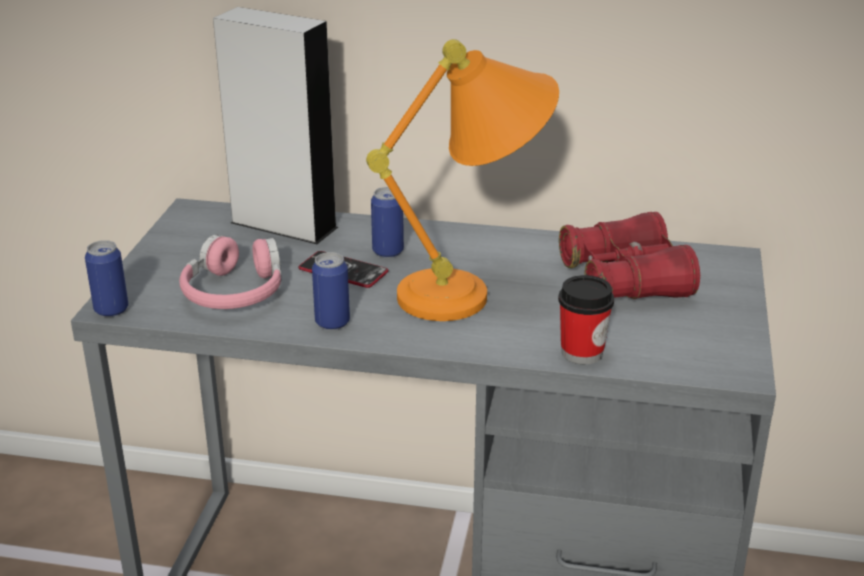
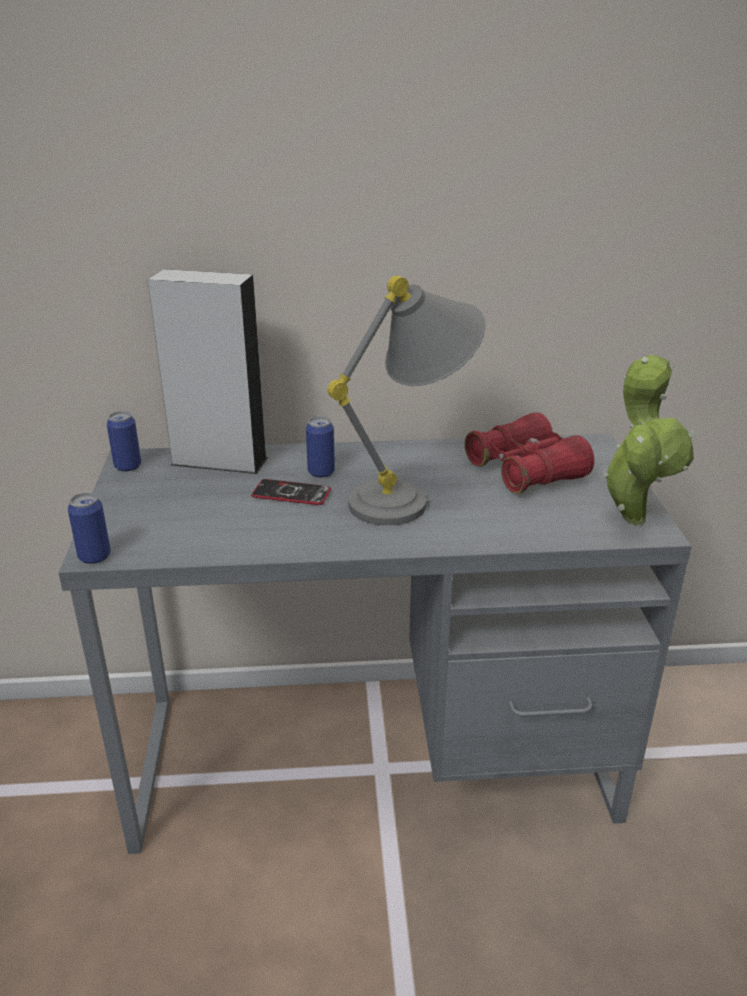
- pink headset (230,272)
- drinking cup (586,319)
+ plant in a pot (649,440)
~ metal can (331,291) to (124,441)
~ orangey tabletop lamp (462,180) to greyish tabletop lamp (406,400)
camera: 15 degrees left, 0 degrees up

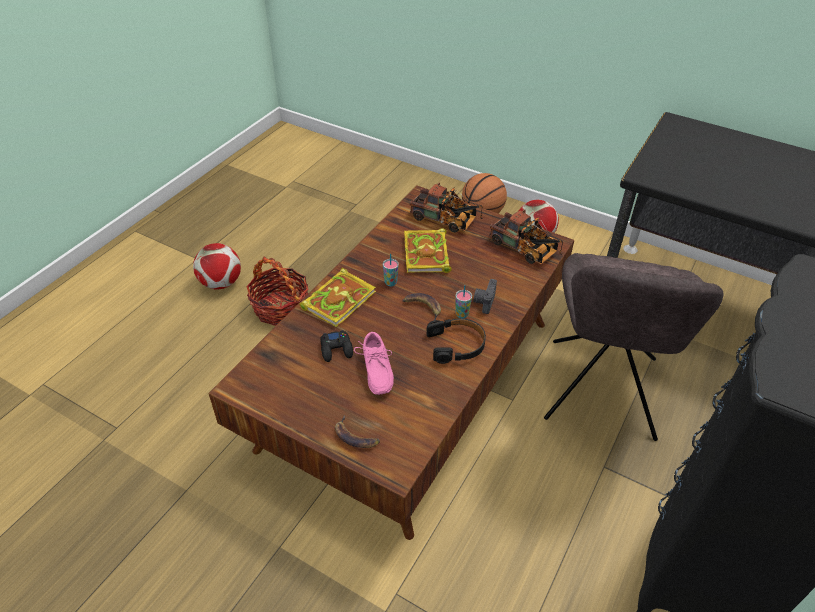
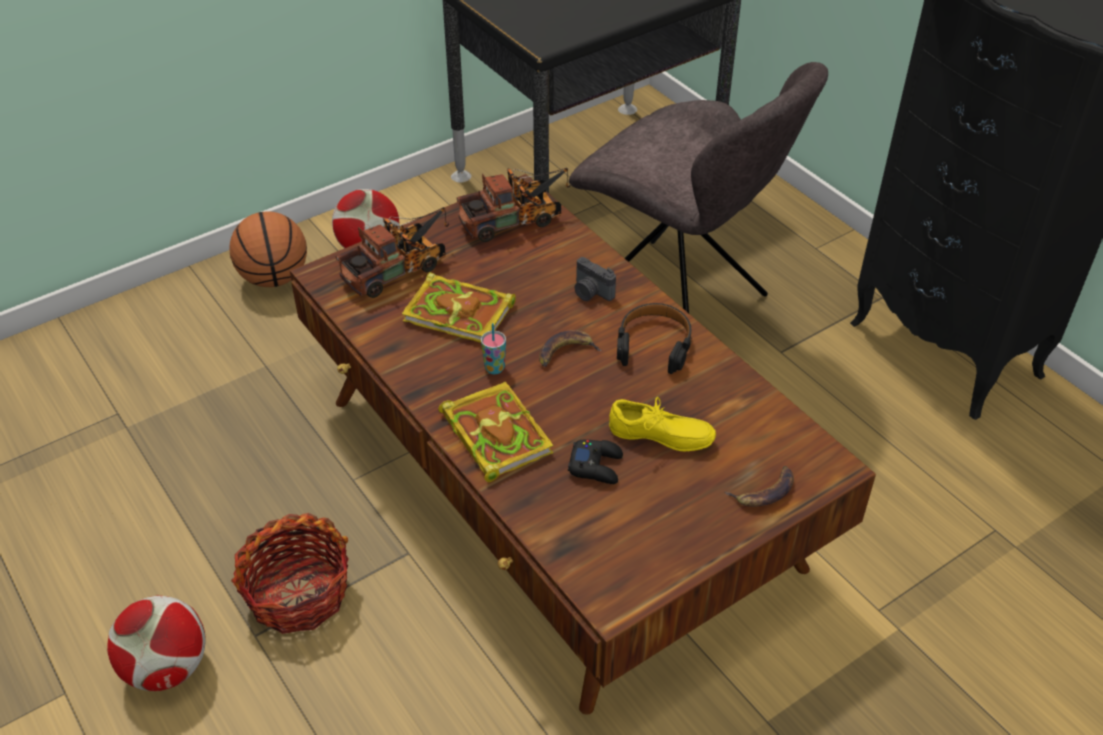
- drinking cup (463,301)
~ pink shoe (374,363) to yellow shoe (662,424)
camera: 65 degrees left, 0 degrees up

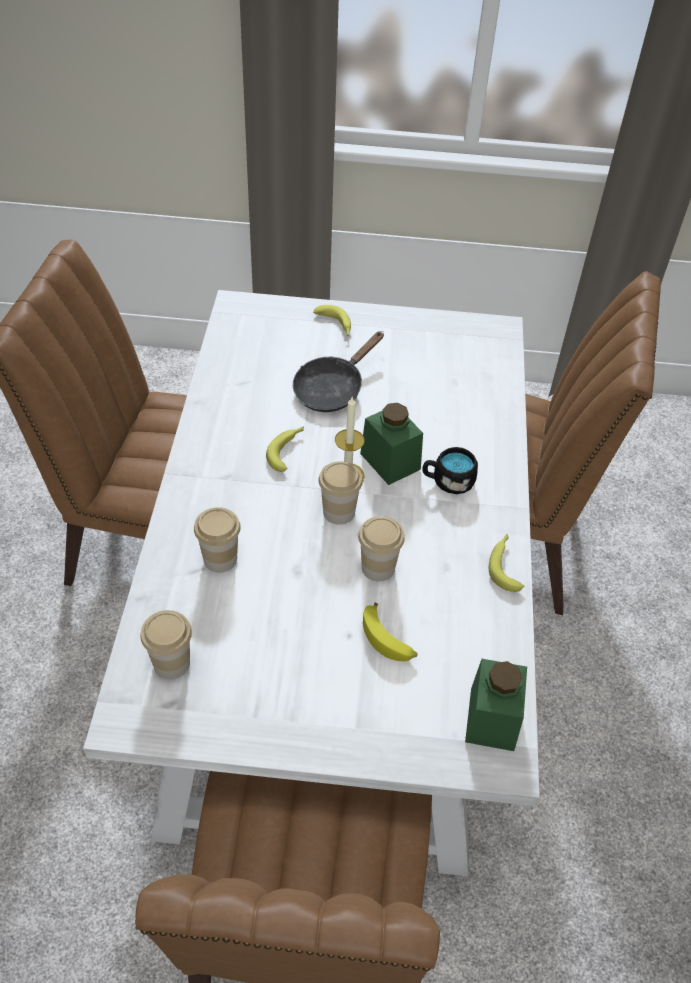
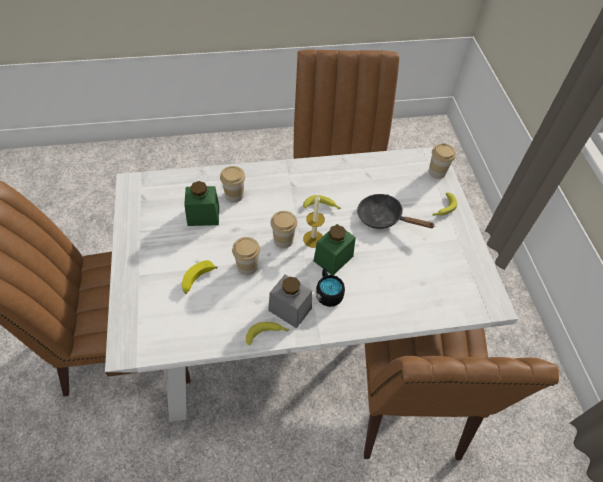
+ greyish preserve jar (290,301)
~ drinking cup (166,644) to (442,161)
~ green preserve jar (496,705) to (201,203)
camera: 75 degrees right, 5 degrees up

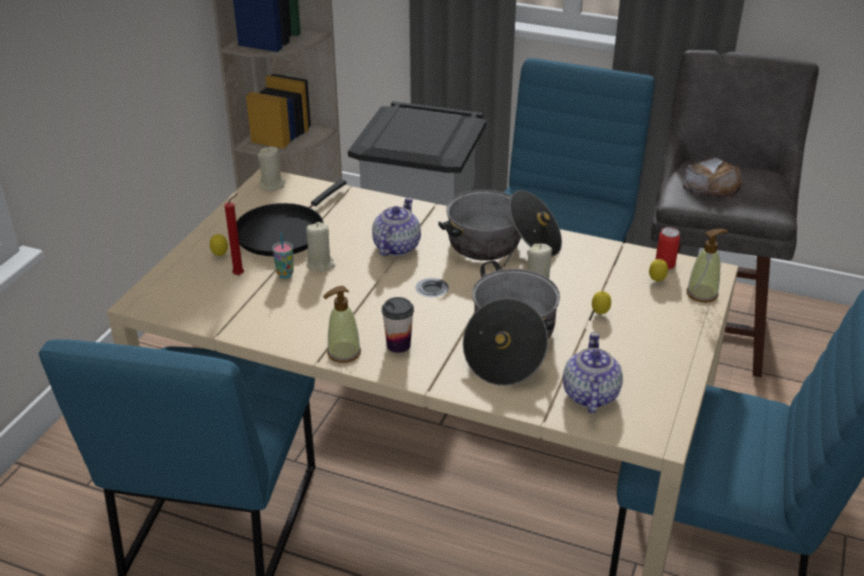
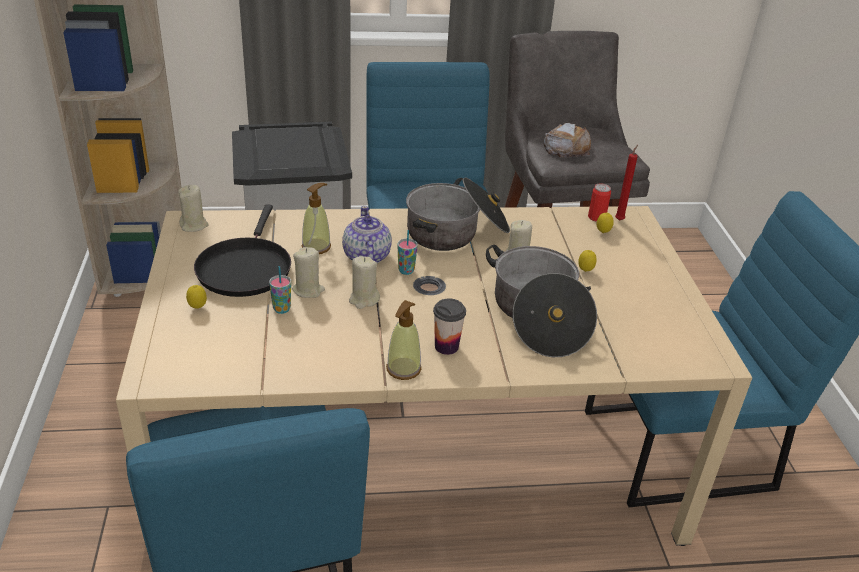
- teapot (593,372)
+ sand-coloured wax light (364,282)
+ drinking cup (407,252)
~ red-coloured wax light (234,234) to (626,183)
~ soap bottle (707,265) to (316,218)
camera: 30 degrees left, 0 degrees up

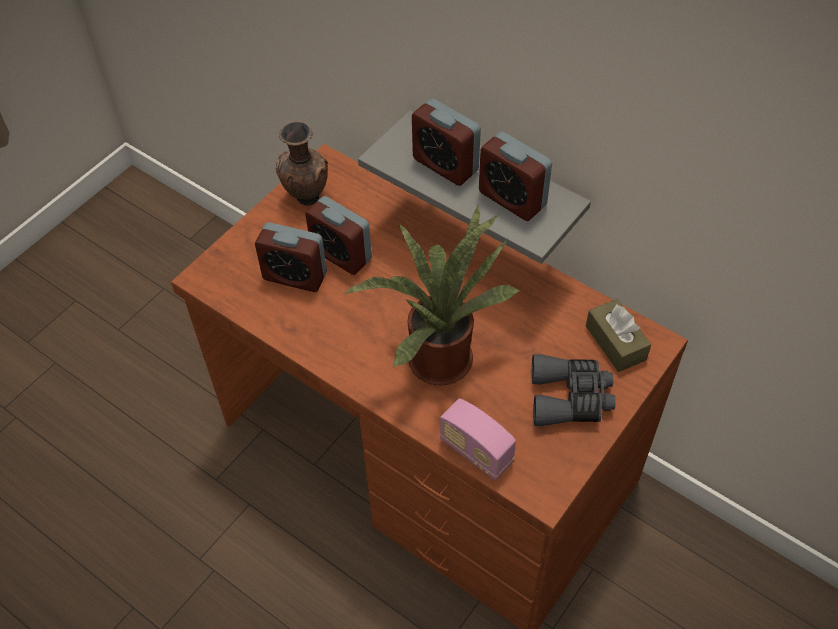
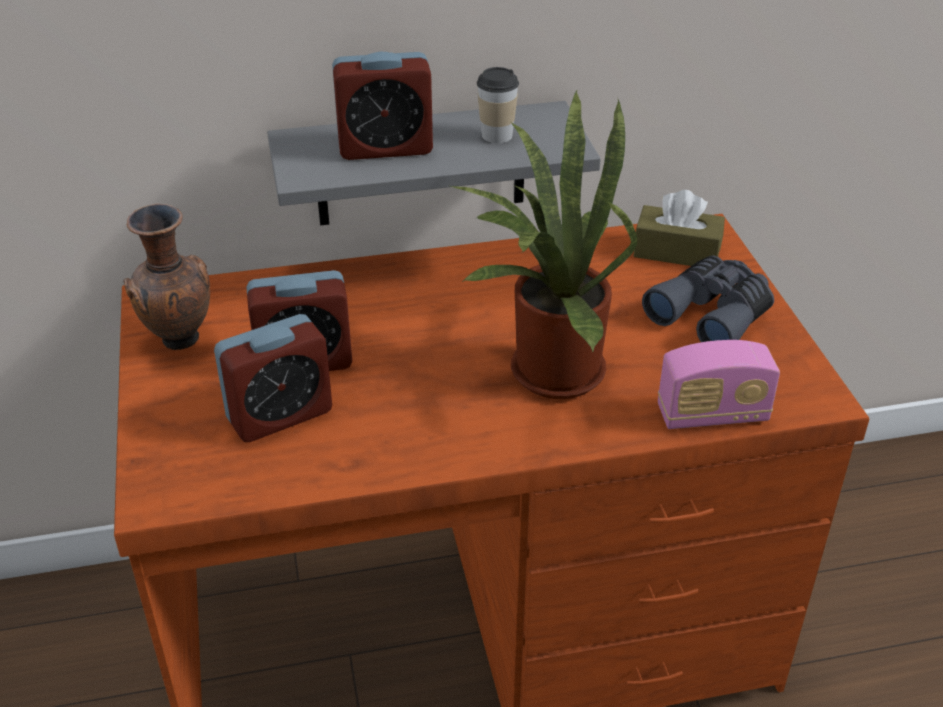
~ bedside clock (515,176) to drinking cup (498,105)
camera: 50 degrees left, 15 degrees down

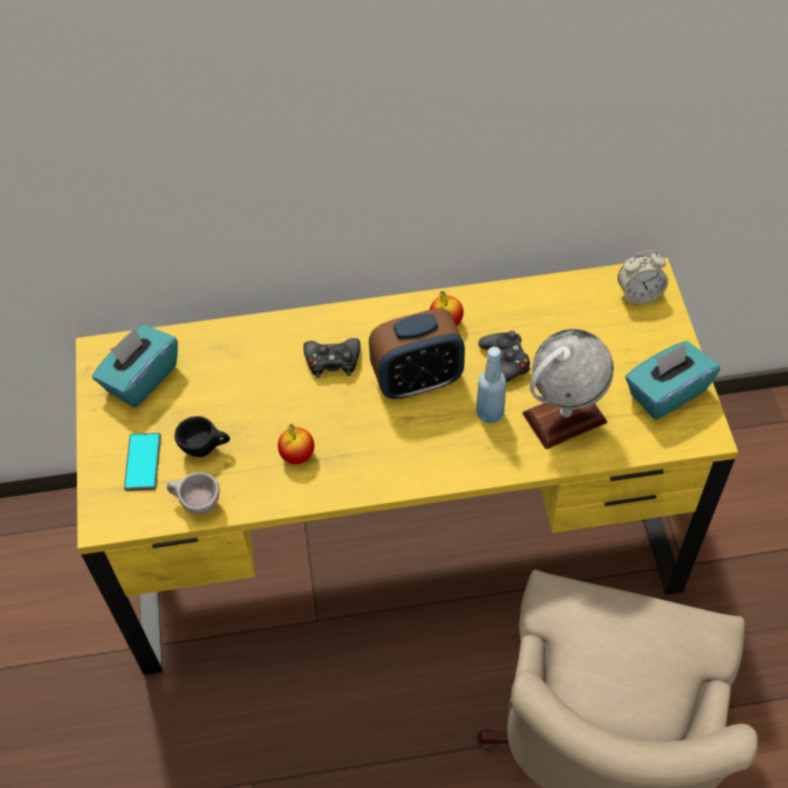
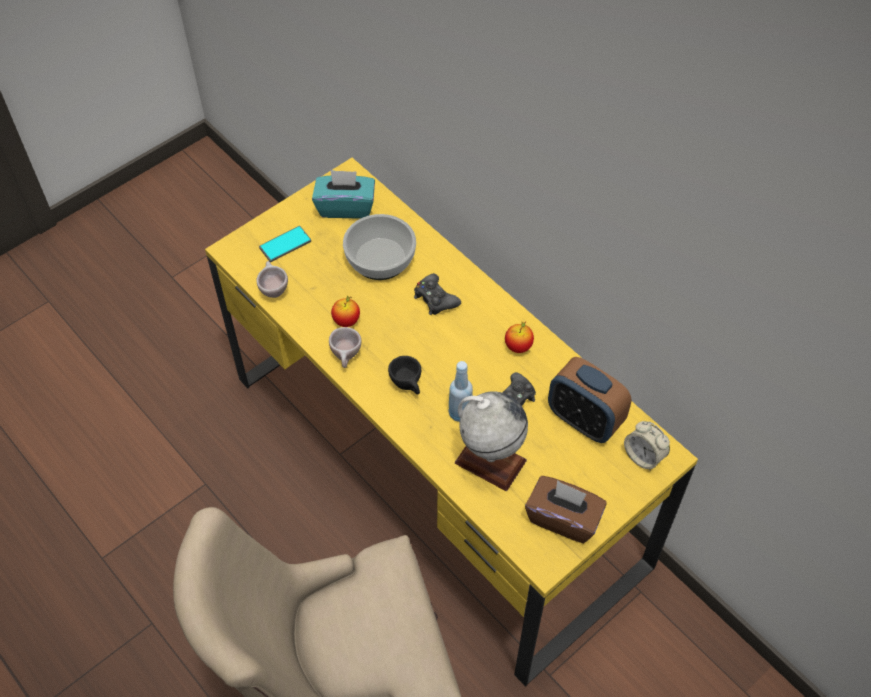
+ sand-coloured drinking cup (345,347)
+ deep dish (379,247)
~ black drinking cup (202,436) to (404,375)
~ bedside clock (417,353) to (590,400)
~ blue-green box of tissues (672,380) to brown-coloured box of tissues (566,509)
camera: 55 degrees right, 0 degrees up

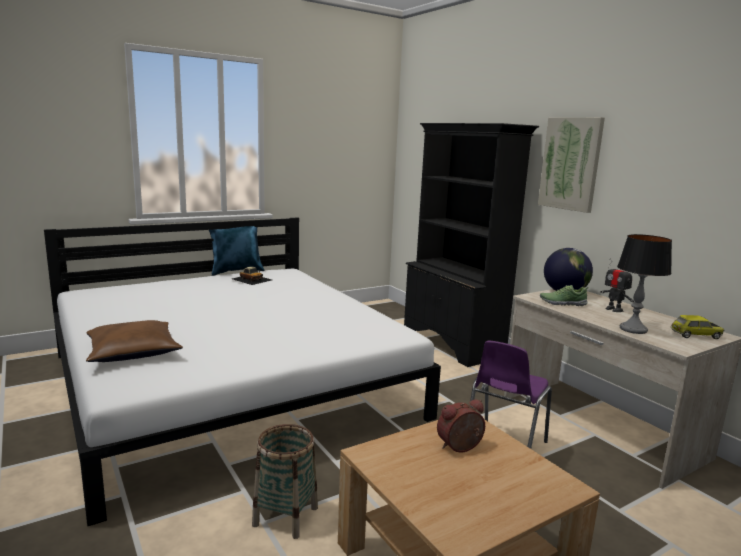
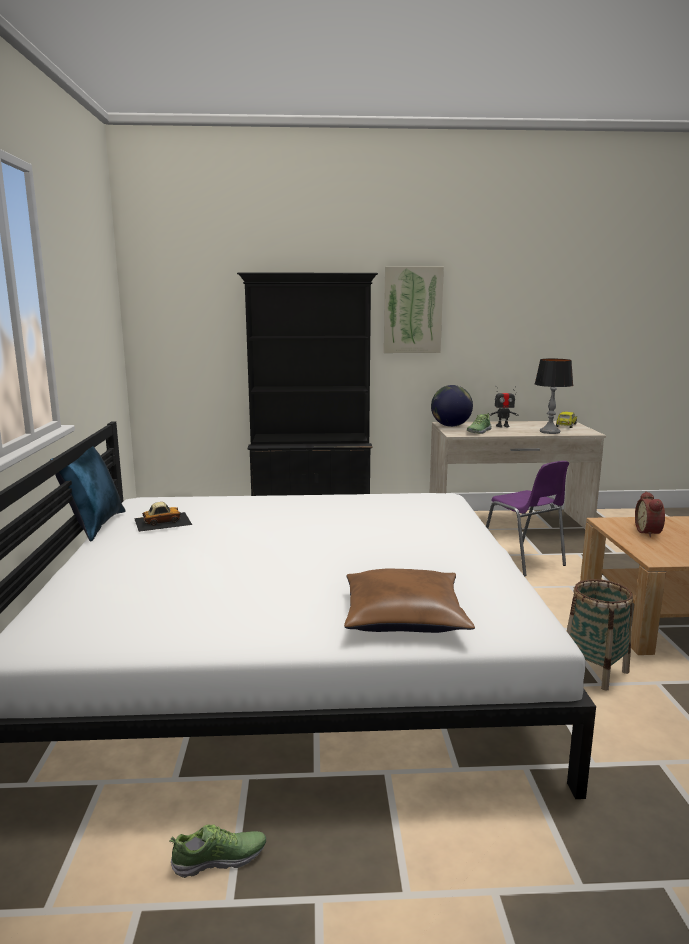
+ shoe (218,851)
camera: 60 degrees left, 0 degrees up

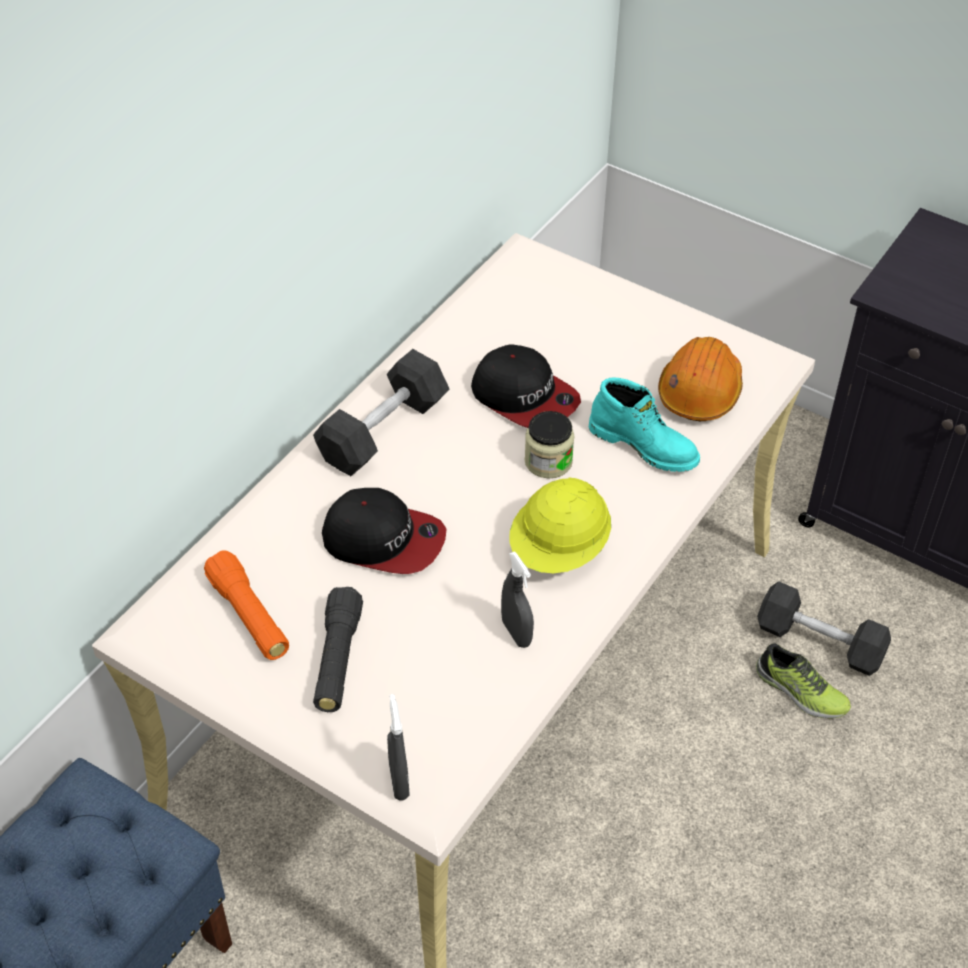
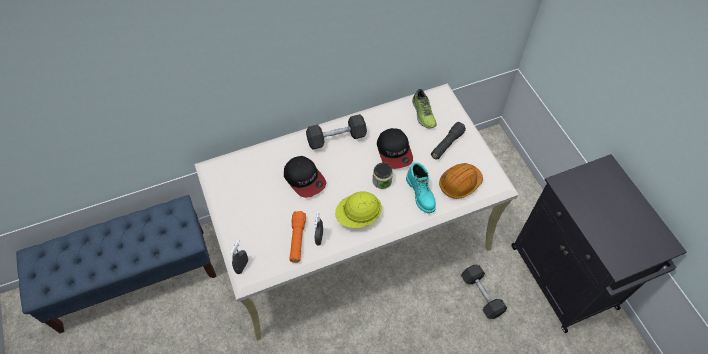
~ orangey hand torch (246,605) to (297,237)
~ black hand torch (338,649) to (448,141)
~ shoe (803,681) to (424,108)
camera: 35 degrees right, 10 degrees up

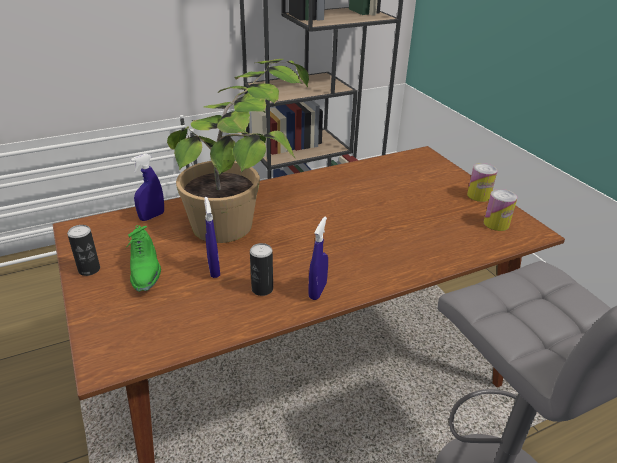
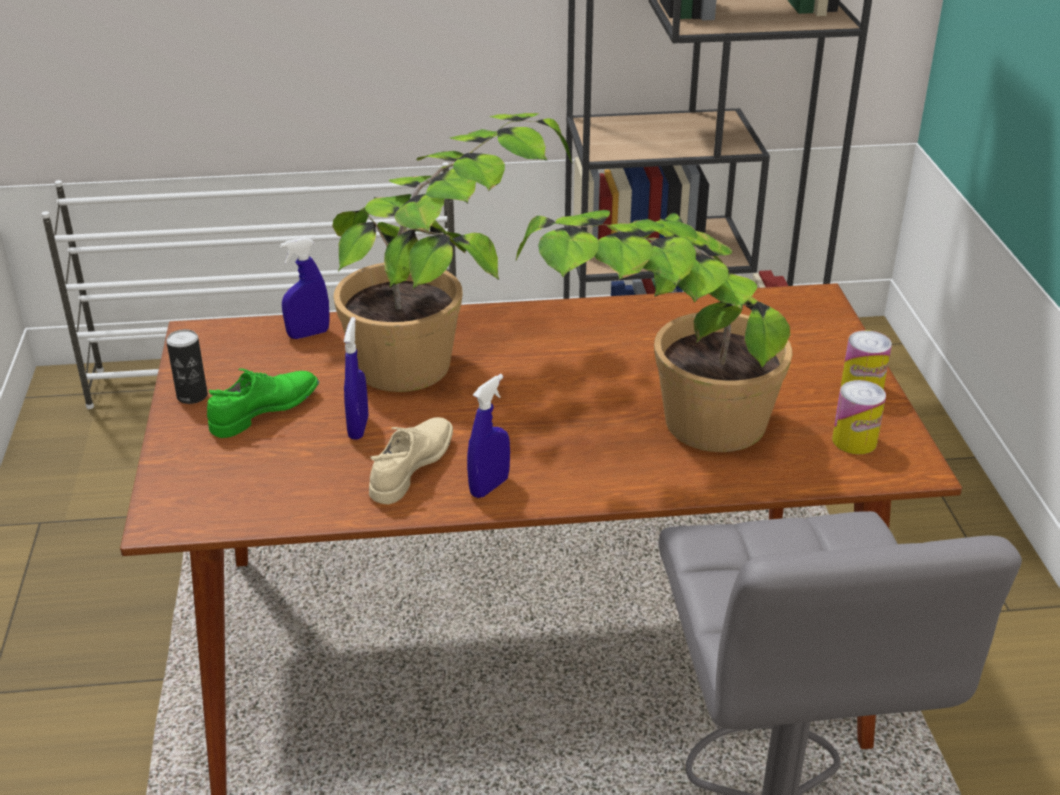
+ plant in a pot (654,331)
~ metal can (261,269) to sand-coloured shoe (411,460)
~ green shoe (143,258) = (263,403) 135 degrees counterclockwise
camera: 20 degrees right, 0 degrees up

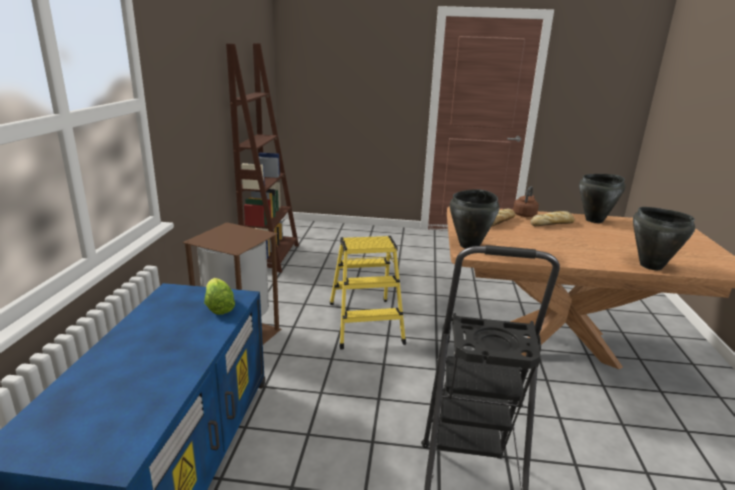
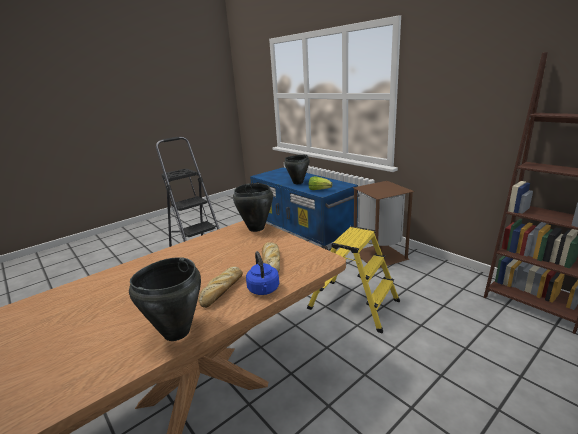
~ black cooking pot (664,238) to (297,169)
~ brown-coloured kettle (526,201) to blue-coloured kettle (262,273)
camera: 135 degrees right, 0 degrees up

